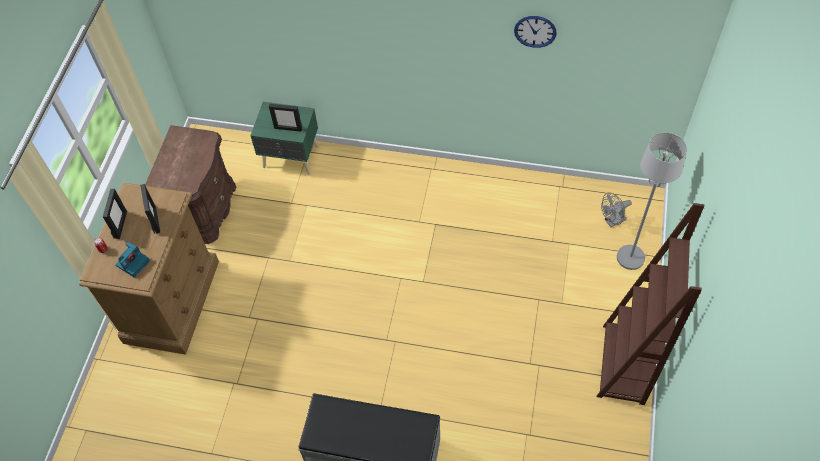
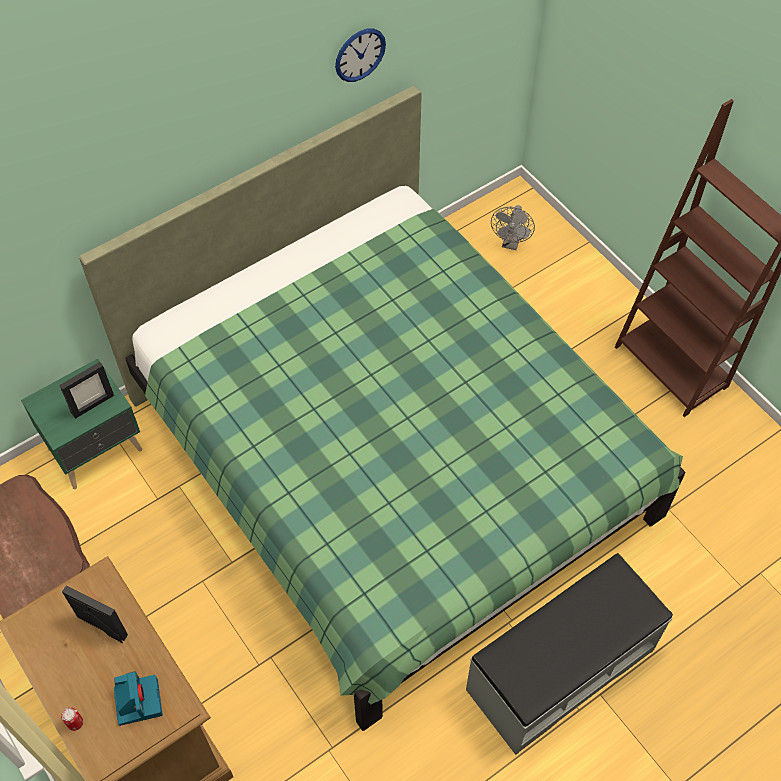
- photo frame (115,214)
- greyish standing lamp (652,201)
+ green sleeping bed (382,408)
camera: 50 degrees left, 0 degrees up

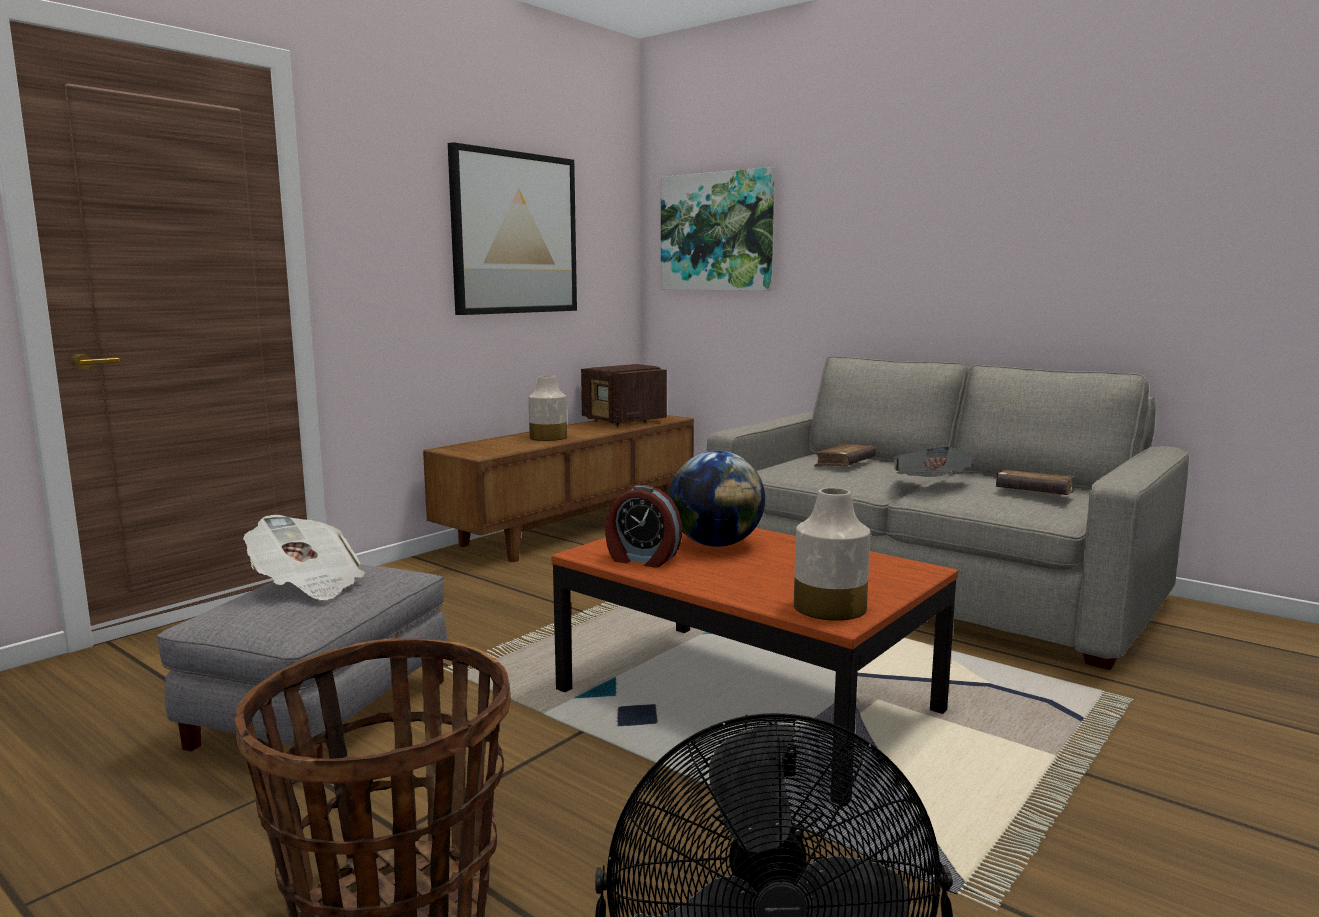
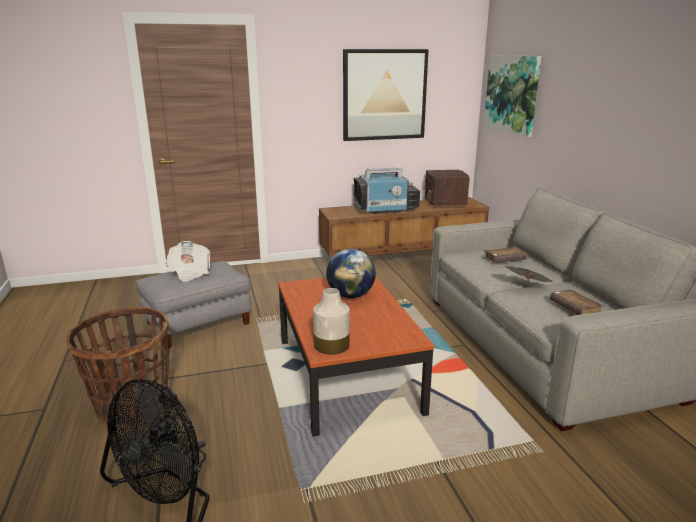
- bedside clock (643,526)
~ sand-coloured decorative vase (547,408) to television (386,191)
camera: 35 degrees right, 10 degrees up

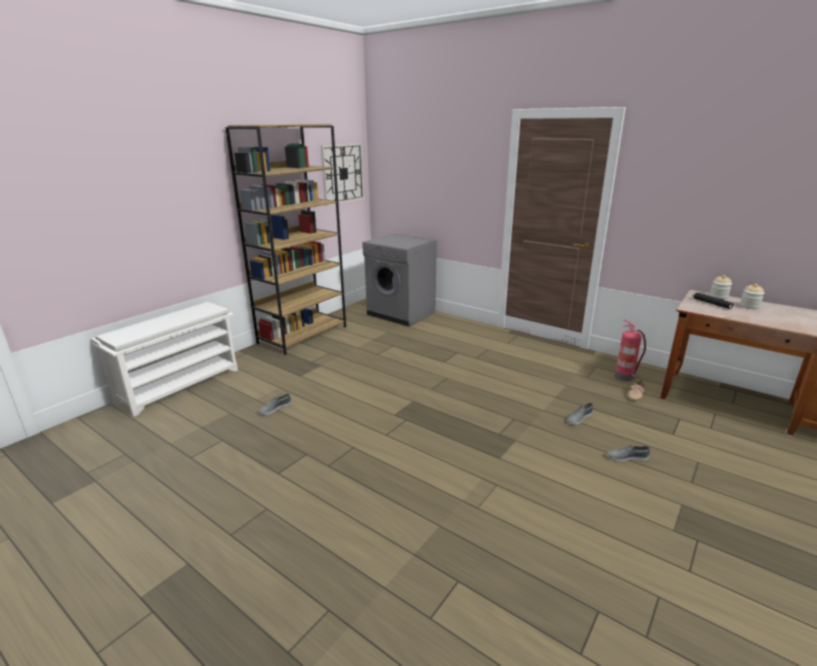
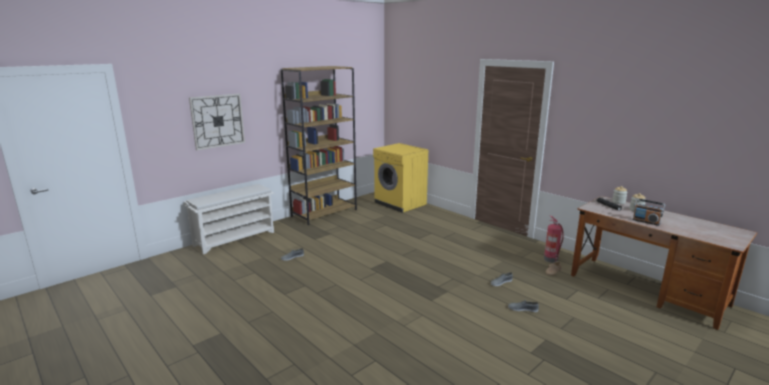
+ radio set (648,212)
~ hanging clock (342,174) to (217,122)
~ greyish laundry appliance (400,279) to yellow laundry appliance (400,178)
camera: 10 degrees right, 5 degrees down

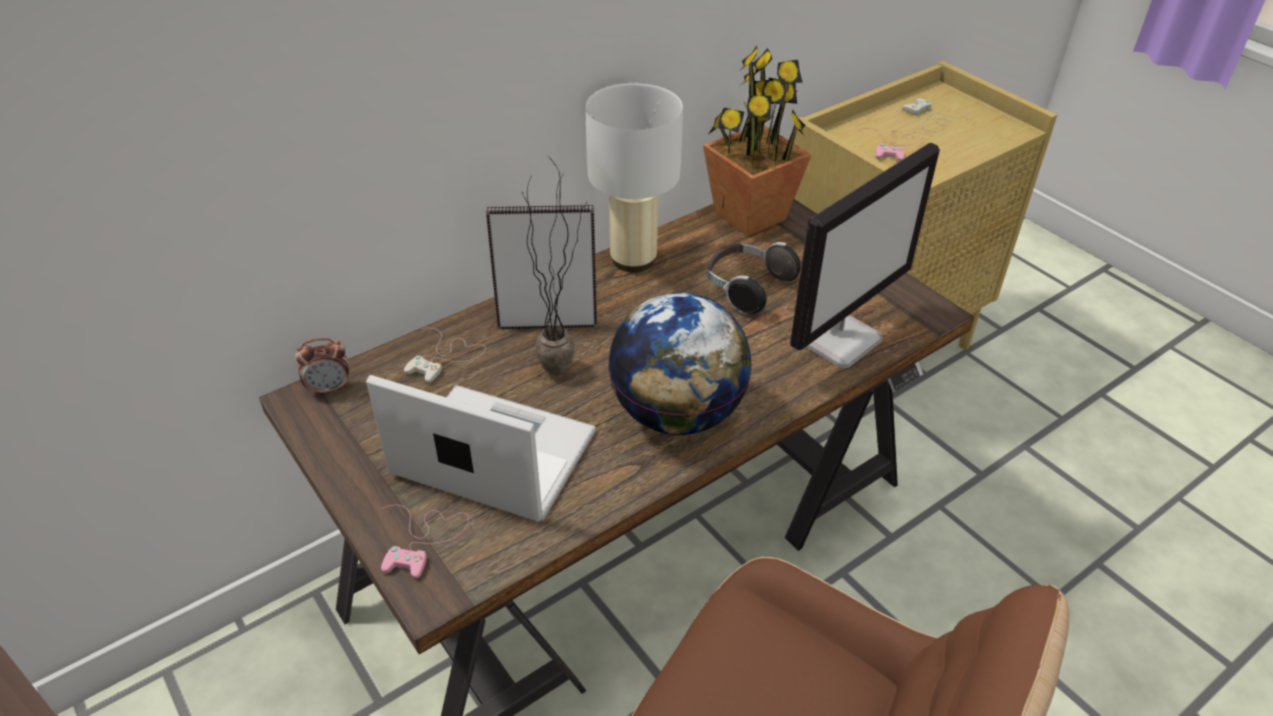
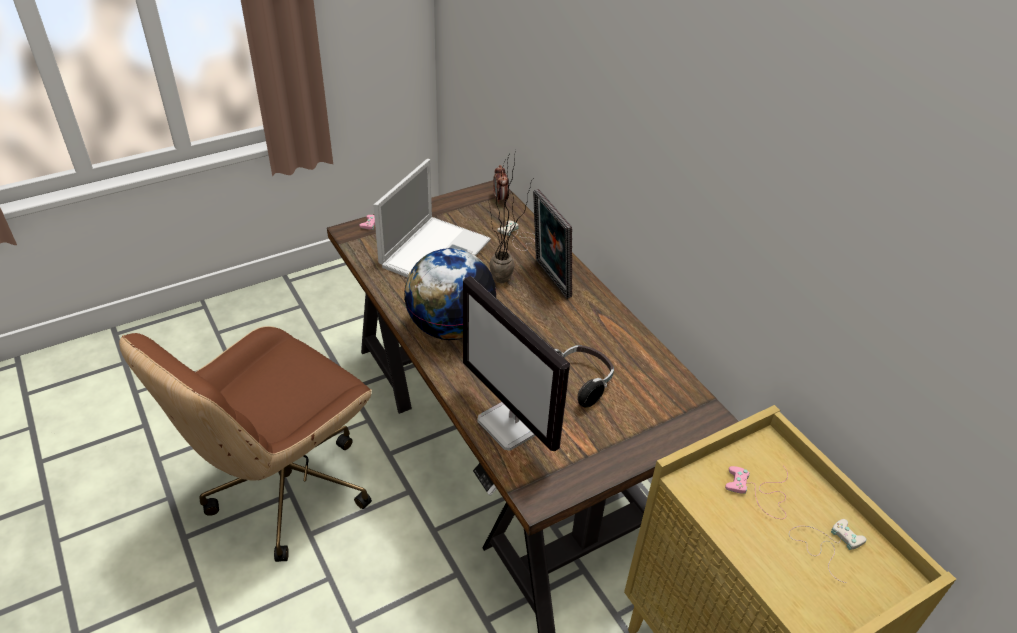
- white-coloured tabletop lamp (634,177)
- plant in a pot (757,141)
~ photo frame (541,267) = (552,244) 150 degrees clockwise
camera: 95 degrees right, 0 degrees up

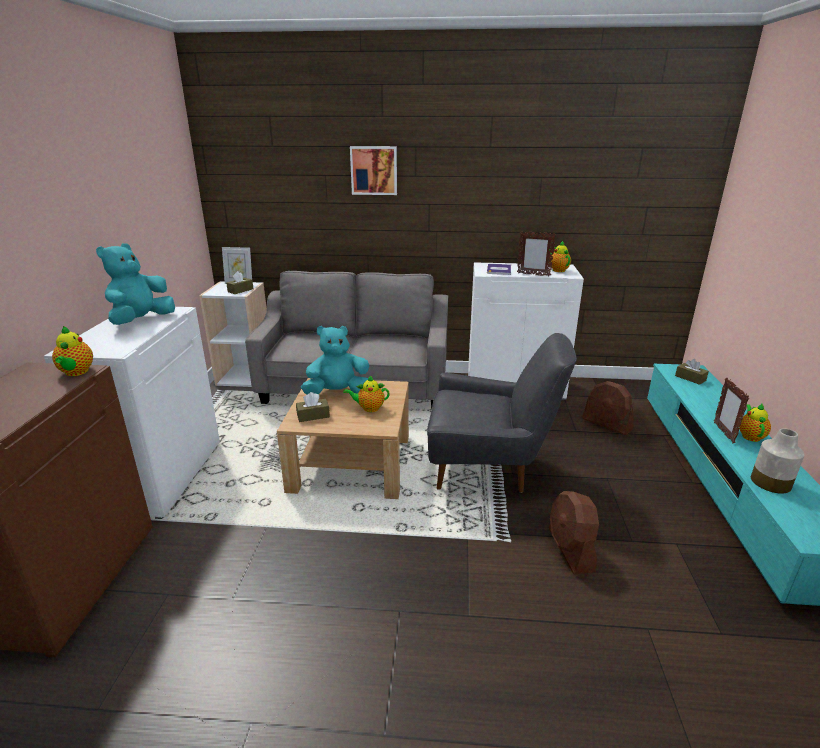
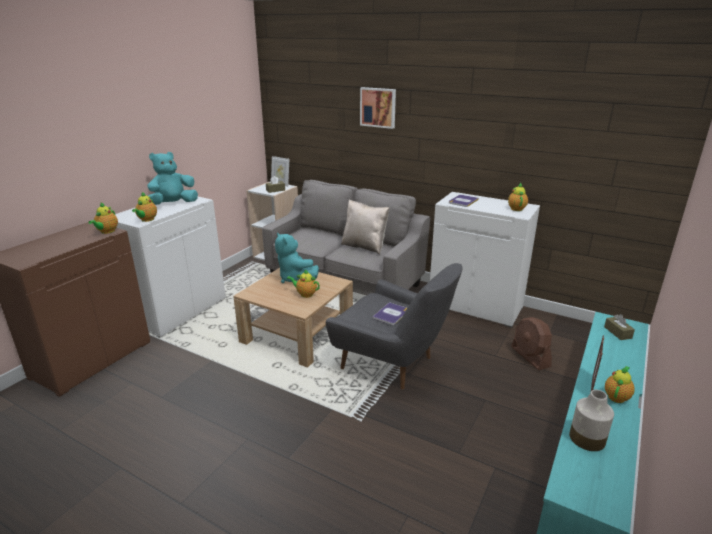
- brown-coloured box of tissues (313,407)
- photo frame (536,254)
- brown-coloured fan (574,533)
+ teapot (144,207)
+ sand-coloured cushion (365,227)
+ bound book (389,313)
~ blue-green cuddly toy (335,360) = (297,257) 135 degrees counterclockwise
camera: 25 degrees right, 0 degrees up

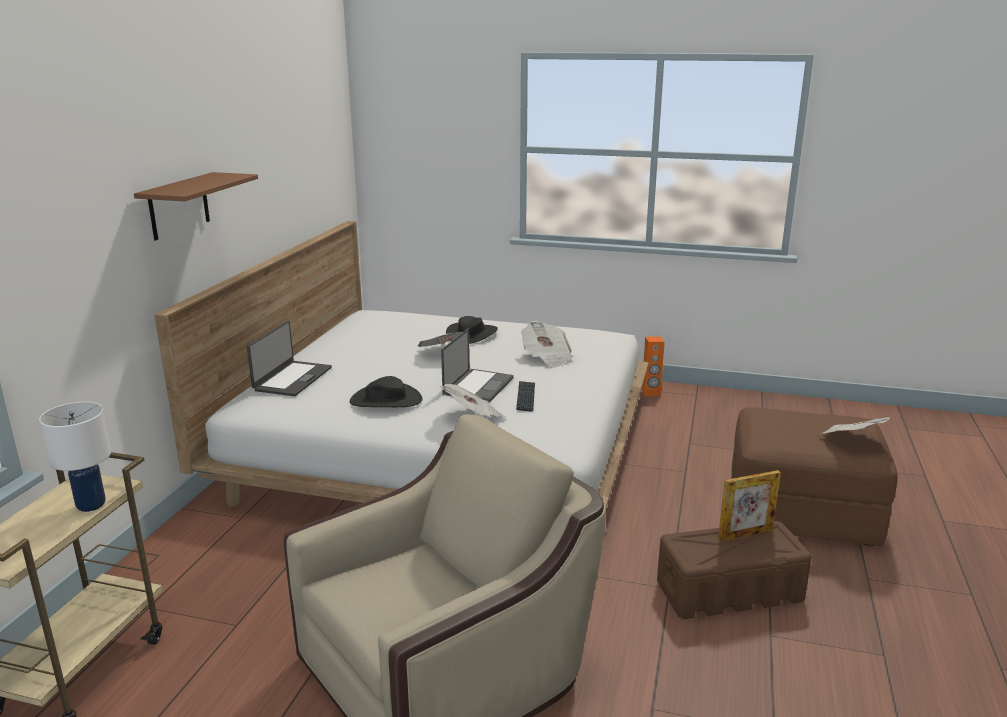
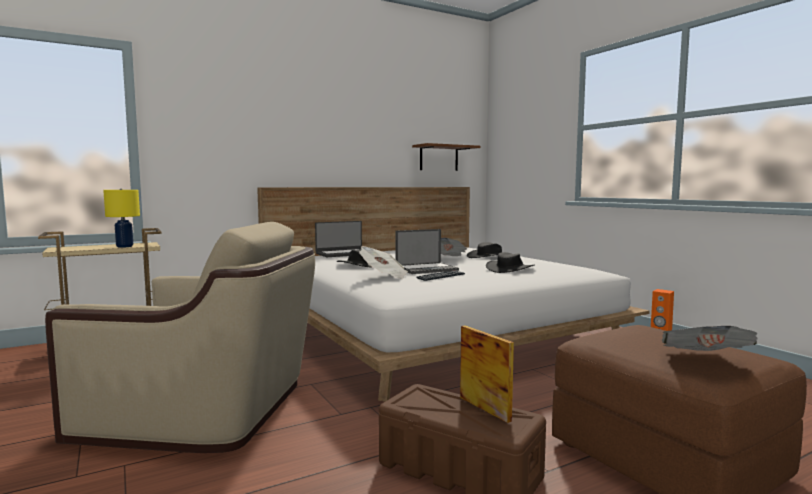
~ brown-coloured bracket shelf (196,206) to (446,157)
~ printed paper (547,344) to black hat (510,262)
~ white-coloured tabletop lamp (75,457) to yellow tabletop lamp (121,218)
~ photo frame (749,506) = (487,374) 150 degrees counterclockwise
camera: 45 degrees right, 15 degrees down

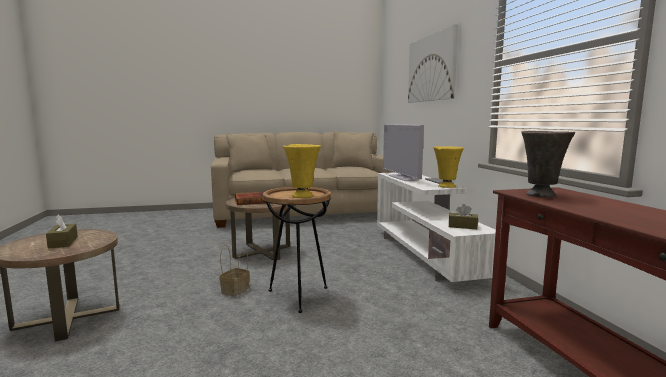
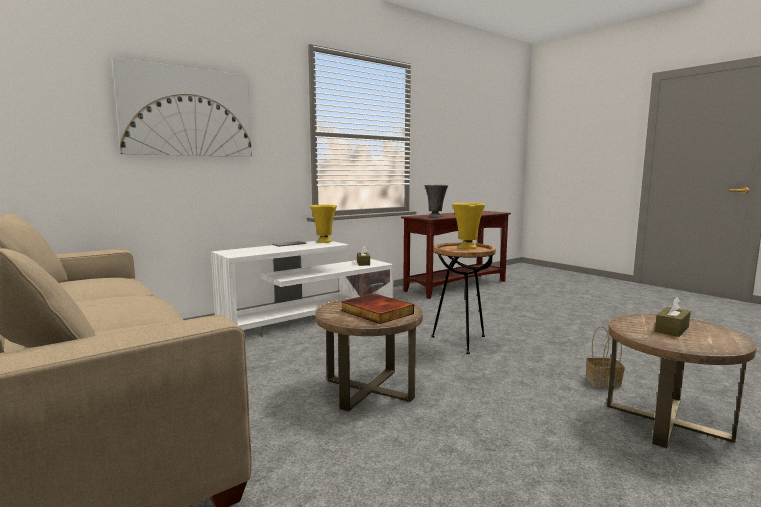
- television (403,152)
~ household basket (234,271) to (605,357)
camera: 115 degrees left, 0 degrees up

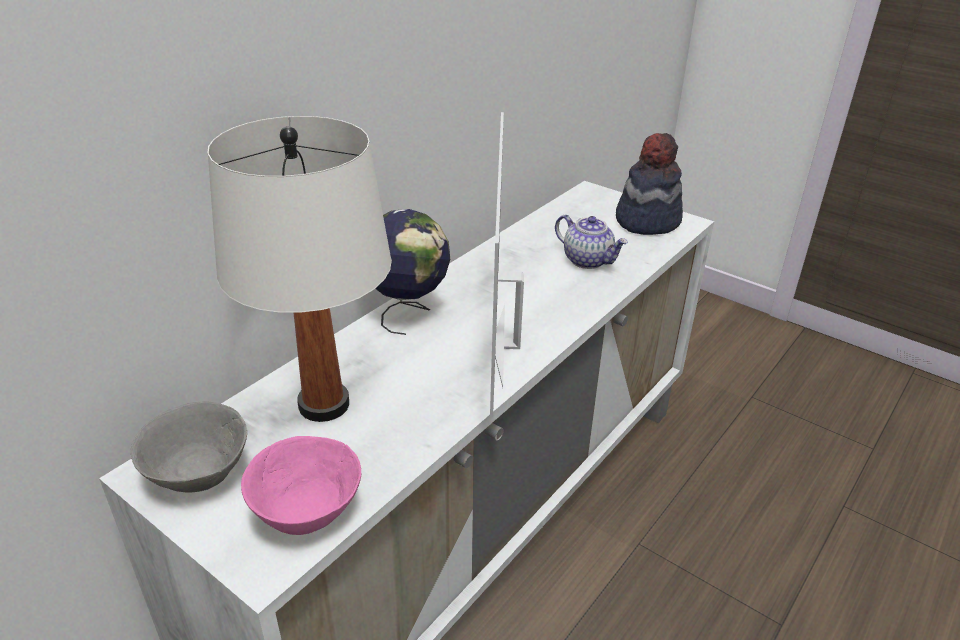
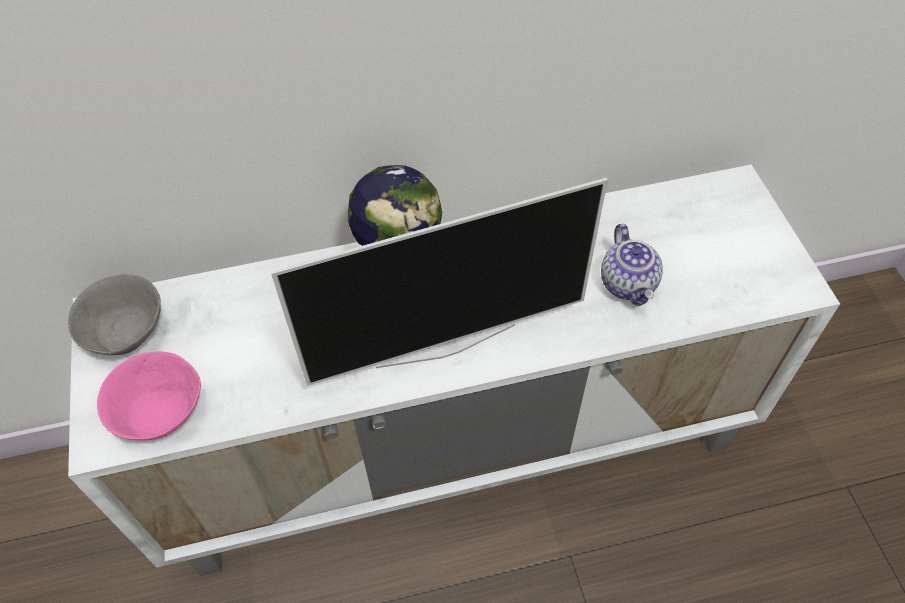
- white-coloured tabletop lamp (299,269)
- hat (649,184)
~ television (507,264) = (439,282) 150 degrees counterclockwise
camera: 40 degrees right, 20 degrees up

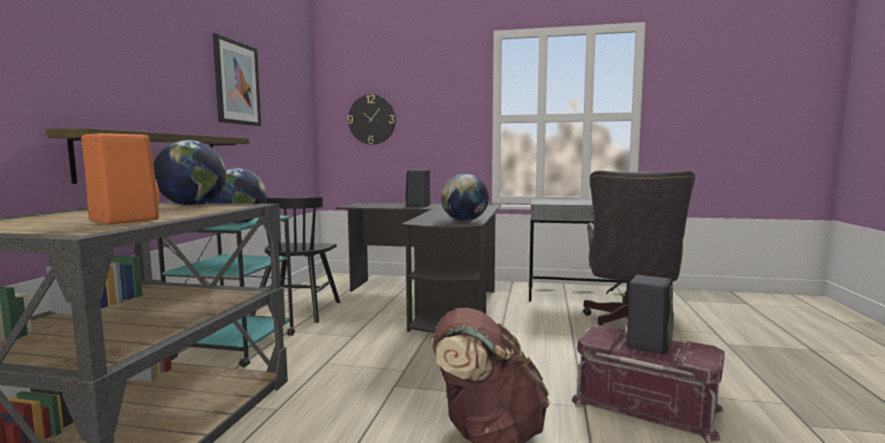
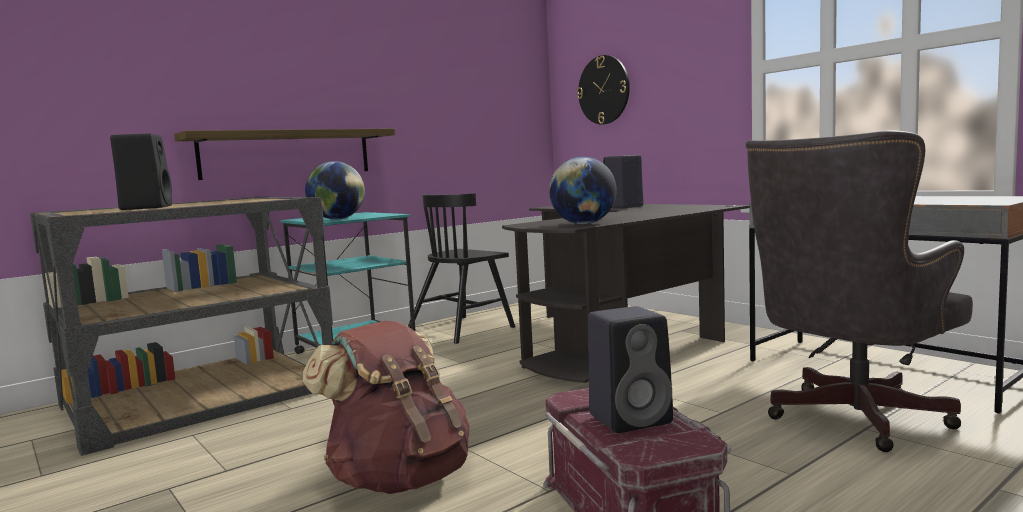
- desk globe (189,173)
- picture (237,79)
~ orangey speaker (120,178) to black speaker (141,172)
camera: 40 degrees right, 0 degrees up

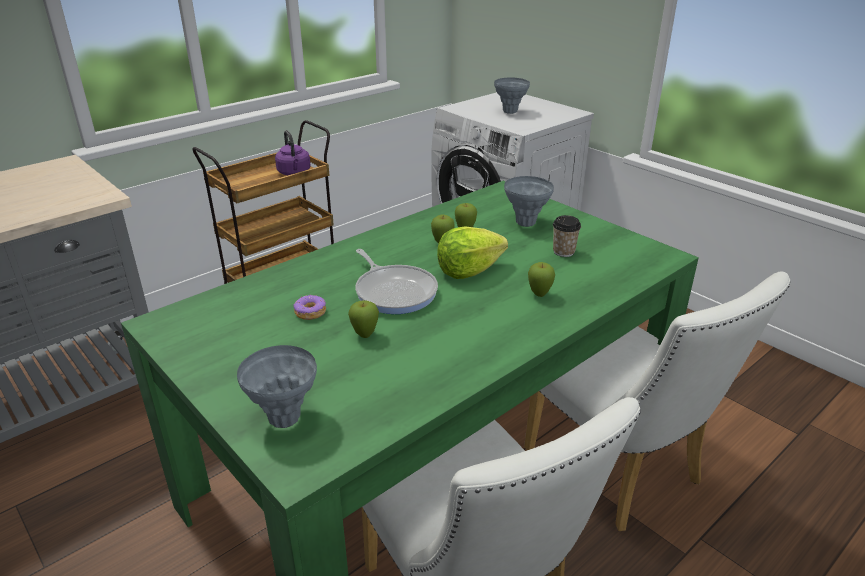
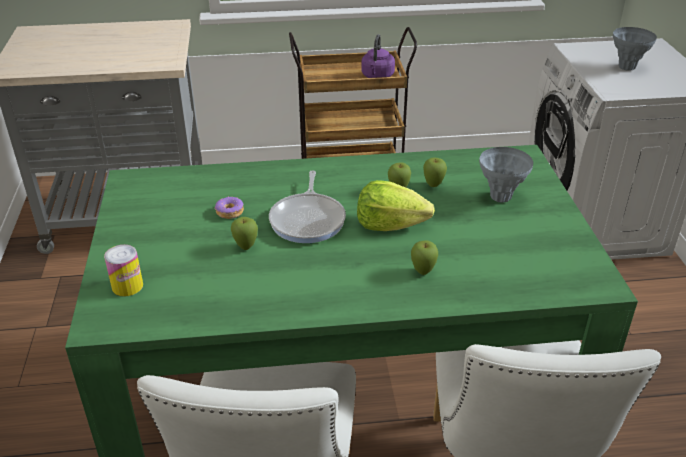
- drinking cup (567,236)
~ greyish decorative vase (277,386) to metal can (123,271)
camera: 35 degrees right, 5 degrees up

